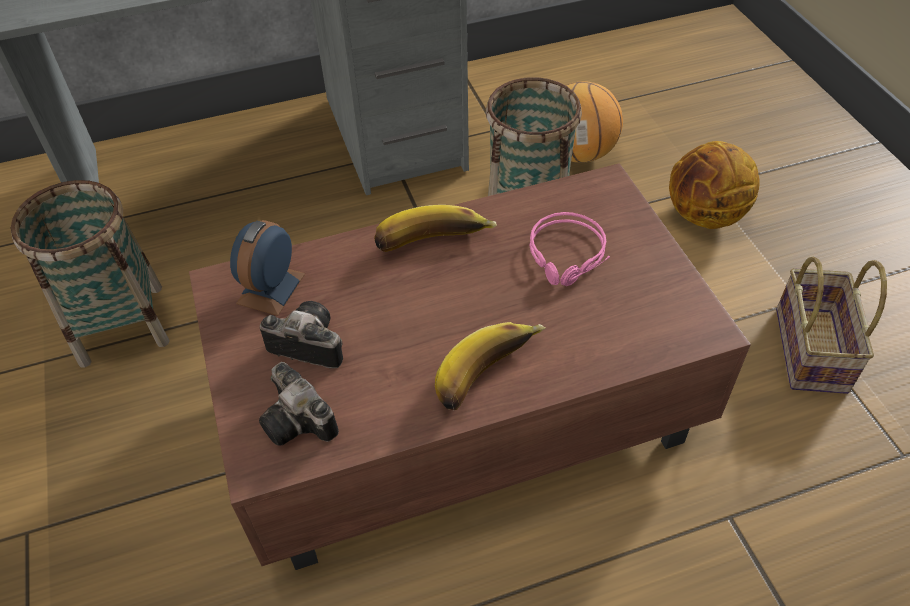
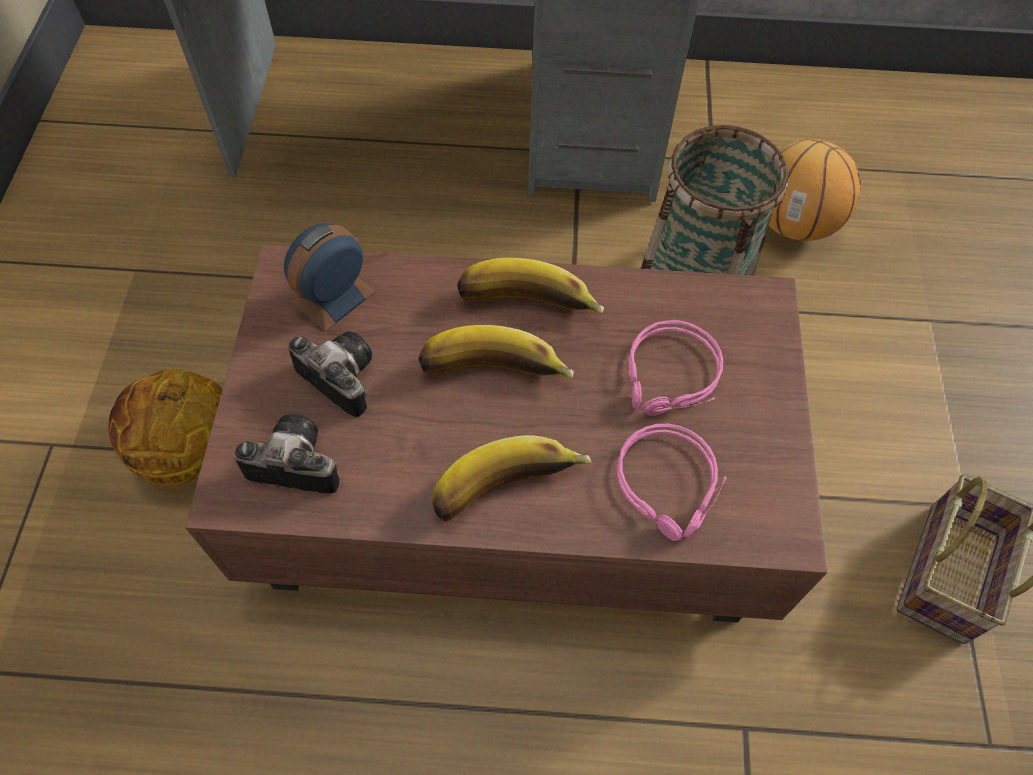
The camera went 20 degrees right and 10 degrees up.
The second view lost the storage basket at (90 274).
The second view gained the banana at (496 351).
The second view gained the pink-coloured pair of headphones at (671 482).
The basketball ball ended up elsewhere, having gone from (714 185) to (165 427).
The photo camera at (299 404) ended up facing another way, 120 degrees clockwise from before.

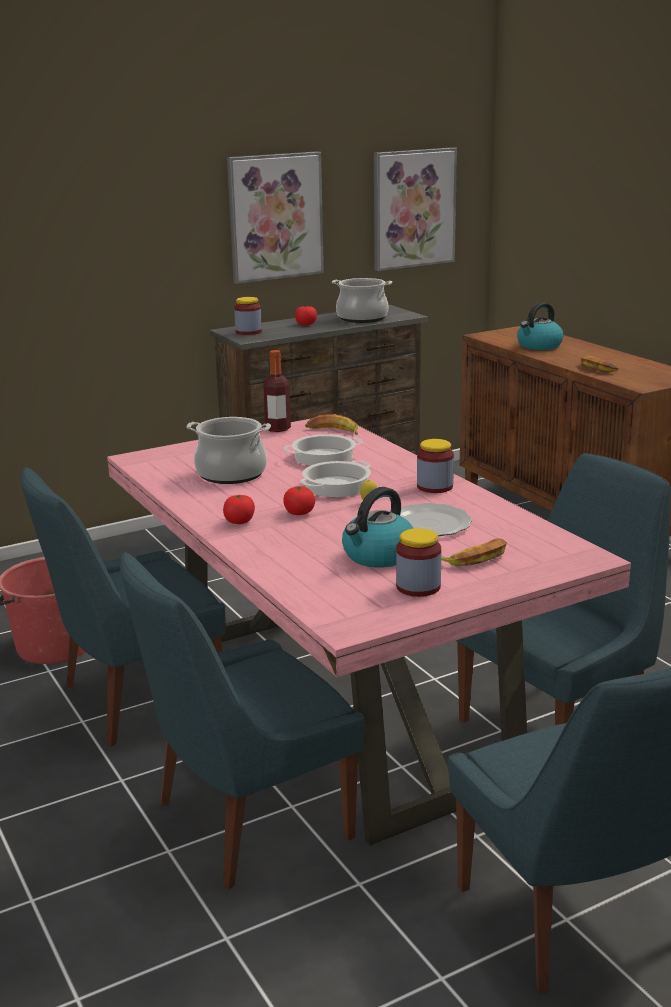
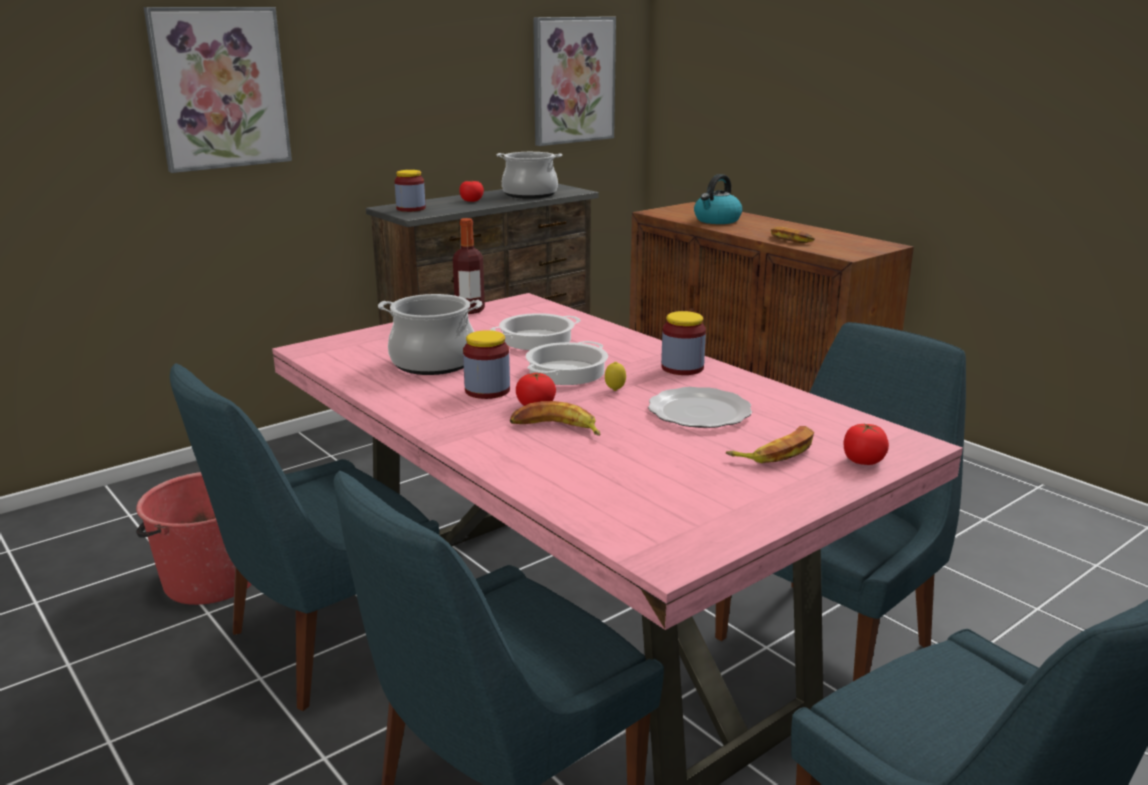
The camera went 10 degrees left and 0 degrees up.
The second view lost the water kettle at (378 527).
The tomato ended up elsewhere, having gone from (239 509) to (866 444).
The wall picture ended up elsewhere, having gone from (275 217) to (218 90).
The banana ended up elsewhere, having gone from (331 424) to (555 418).
The preserve jar ended up elsewhere, having gone from (418 562) to (486 364).

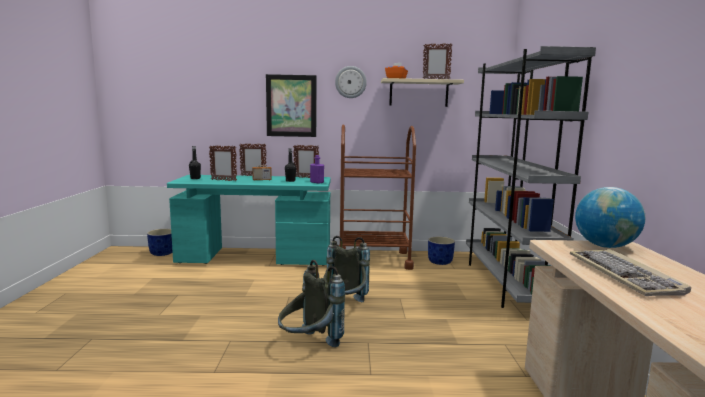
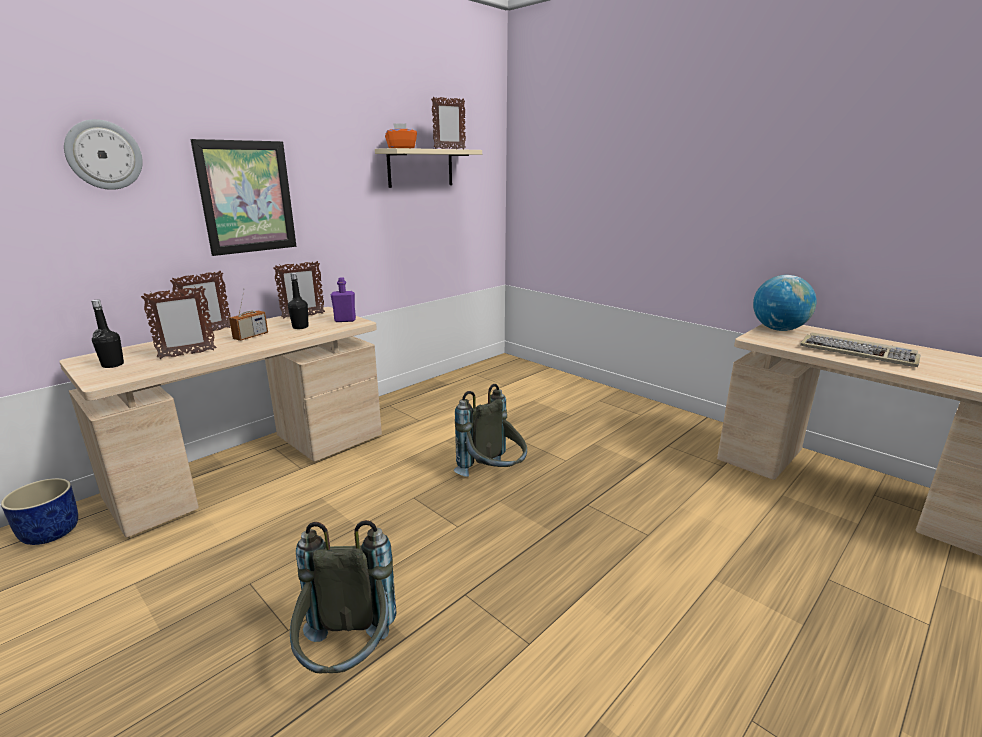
The camera went 45 degrees left and 10 degrees up.
The second view lost the brown-coloured cart at (377 197).
The second view lost the blue flower pot at (441 251).
The second view lost the grey shelving unit at (531 177).
The grey knapsack ended up elsewhere, having gone from (311 303) to (343 596).
The wall clock ended up elsewhere, having gone from (351 82) to (103 154).
What was the turquoise desk at (249 220) turned into the beige desk at (220 422).

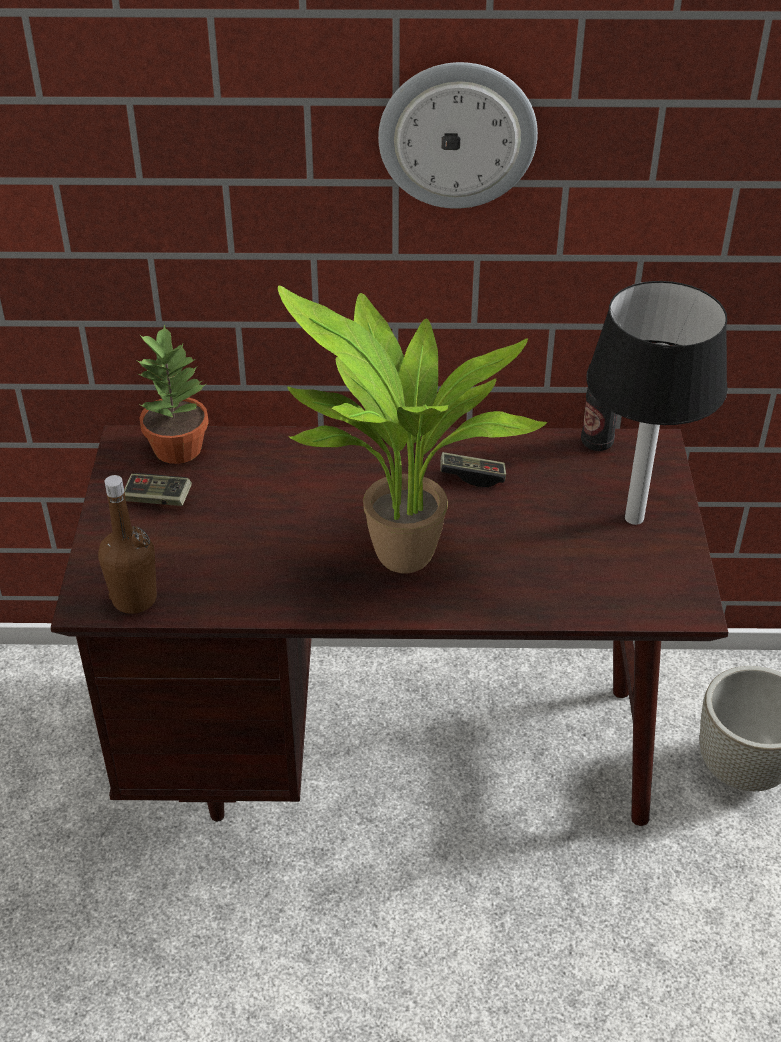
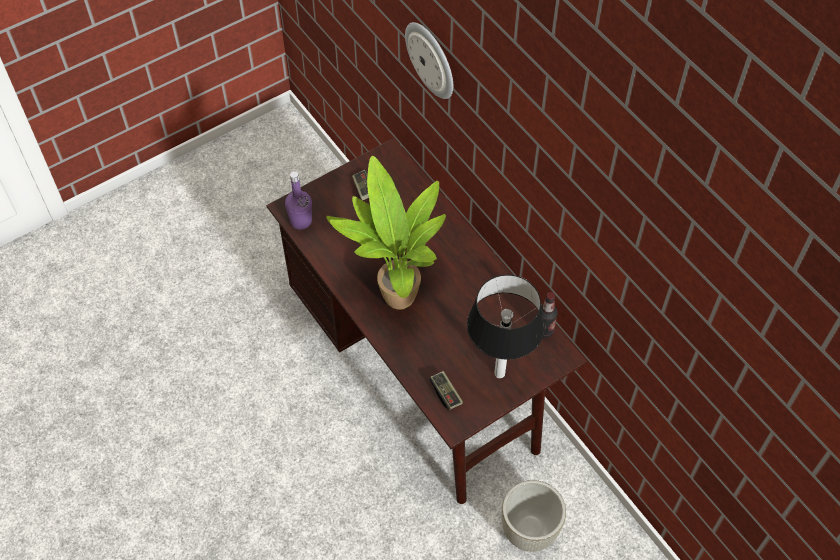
The camera went 55 degrees right and 15 degrees up.
The second view lost the plant in a pot at (173 394).
The wall clock ended up elsewhere, having gone from (458 135) to (429 60).
The gamepad ended up elsewhere, having gone from (473 469) to (446 390).
What was the brown-coloured beverage bottle at (127 544) turned into the purple-coloured beverage bottle at (298 200).

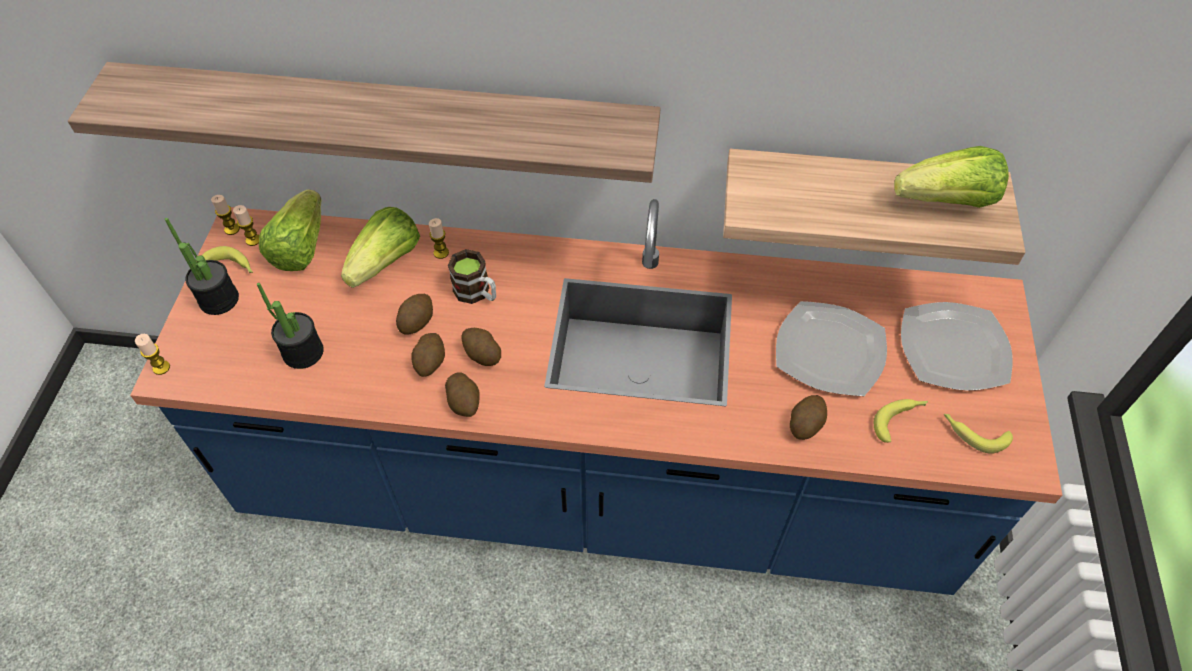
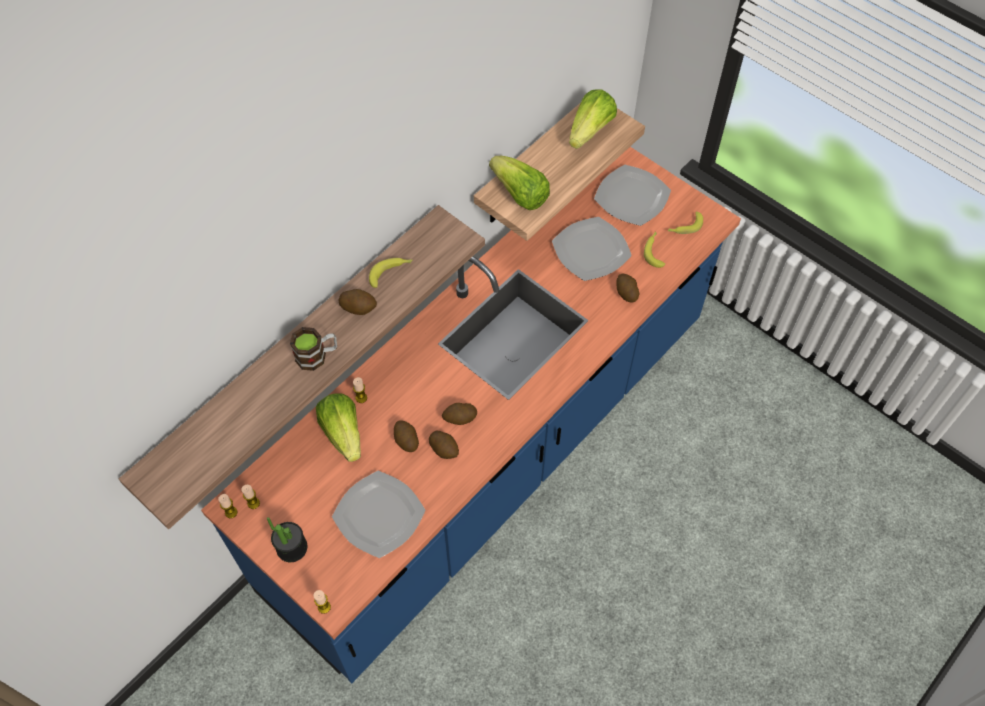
The camera went 55 degrees left and 5 degrees up.
The banana ended up elsewhere, having gone from (227 260) to (390 273).
The head of lettuce ended up elsewhere, having gone from (290 230) to (519 183).
The whole potato ended up elsewhere, having gone from (462 395) to (358 302).
The mug ended up elsewhere, having gone from (472 276) to (313 349).
Where the plant in a pot stood at (290 326), the plate came to stand at (379 514).

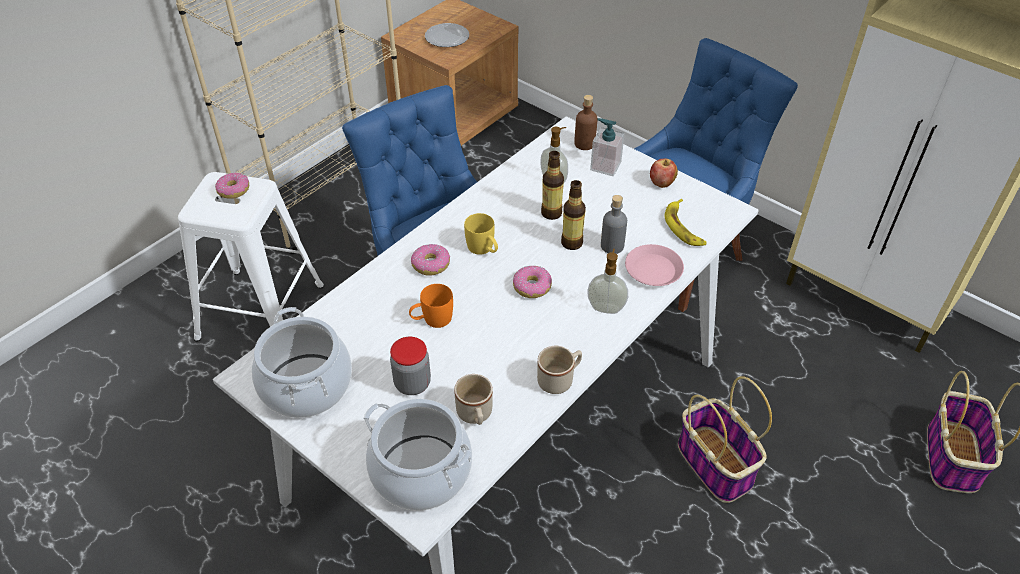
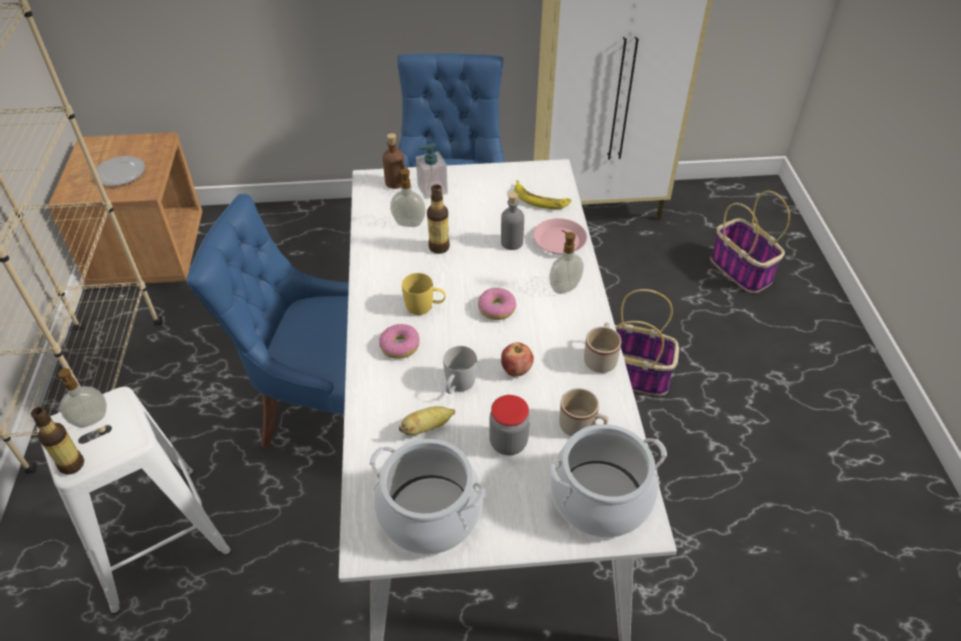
The camera went 45 degrees left and 0 degrees up.
The second view gained the banana at (427 420).
The beverage bottle ended up elsewhere, having gone from (573 215) to (57 441).
The apple fruit ended up elsewhere, having gone from (664 173) to (517 359).
Where the doughnut stood at (232 185), the soap bottle came to stand at (82 398).
What was the orange-coloured mug at (431 306) turned into the whitish mug at (460 370).

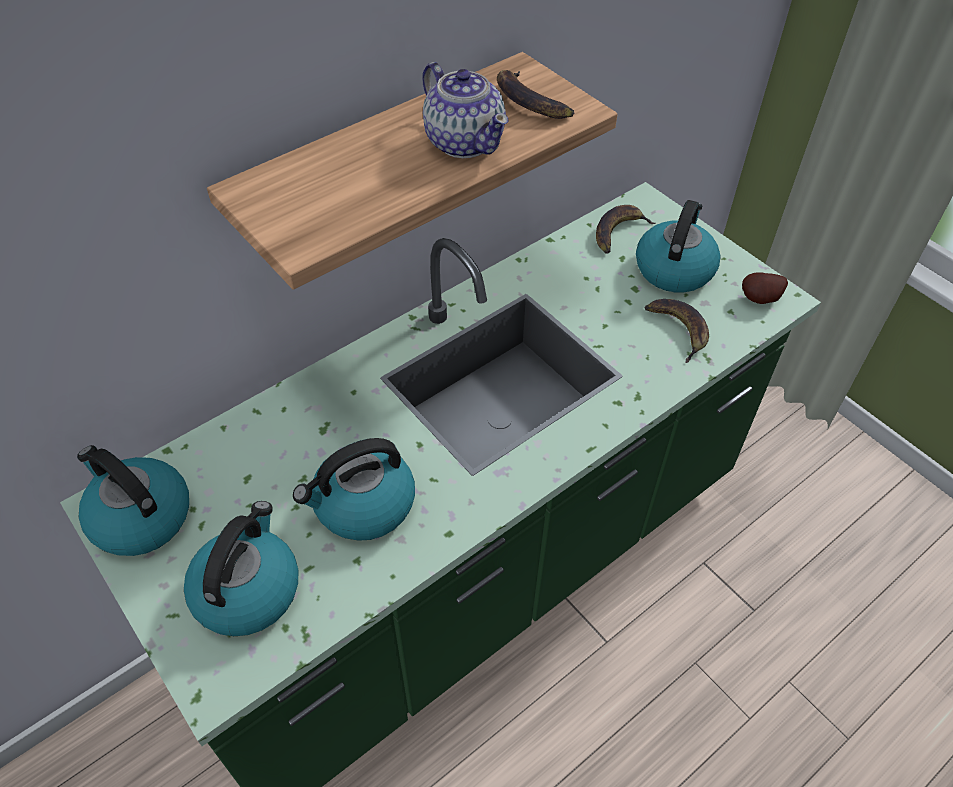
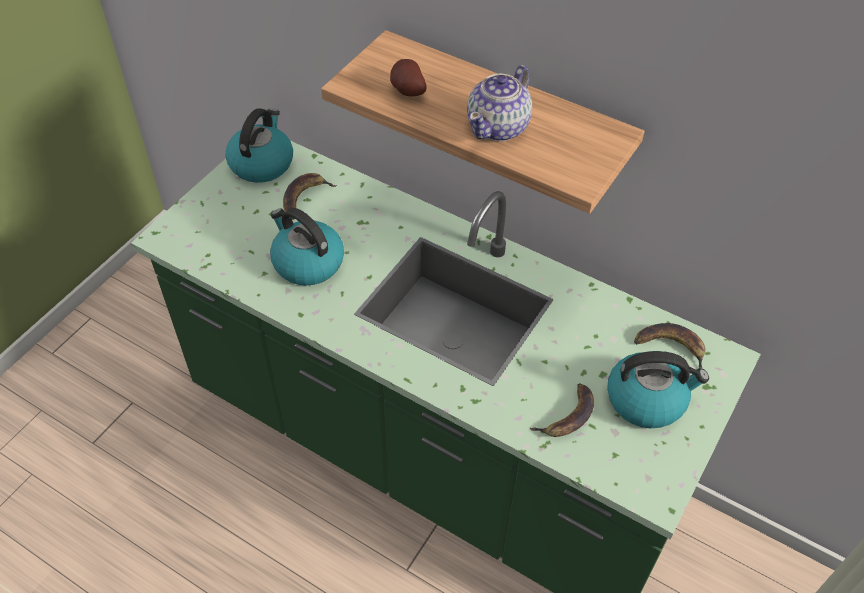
The camera went 70 degrees right and 0 degrees up.
The second view lost the water kettle at (241 568).
The banana ended up elsewhere, having gone from (535 94) to (310 196).
The whole potato ended up elsewhere, having gone from (765 288) to (408 77).

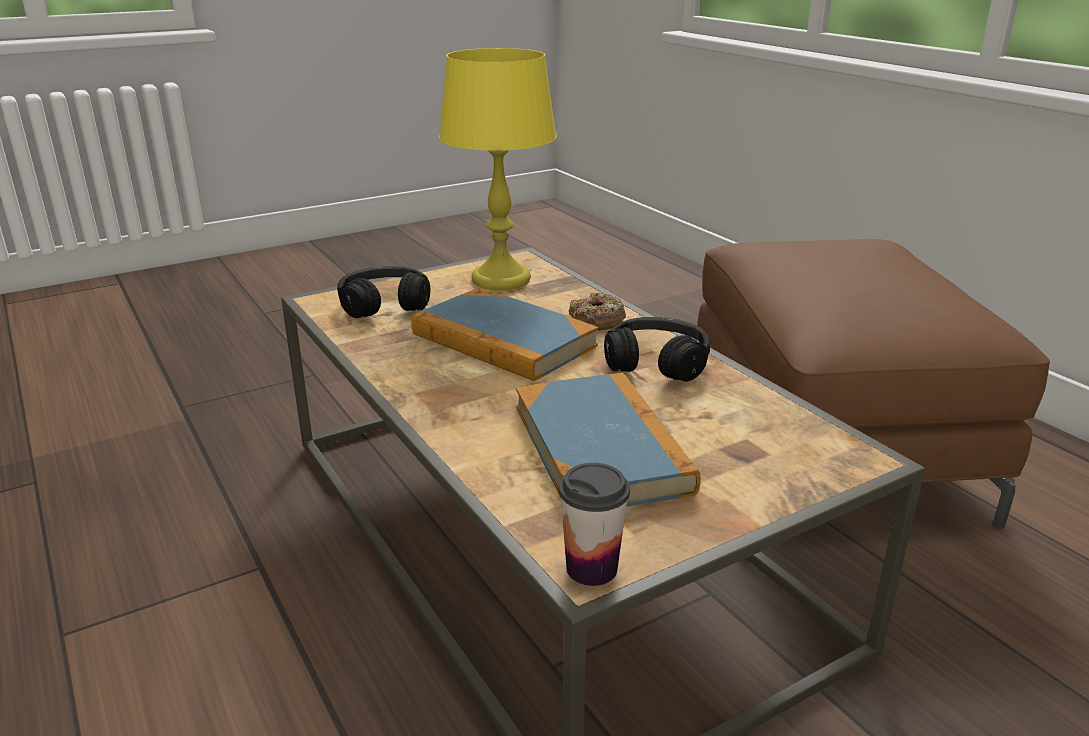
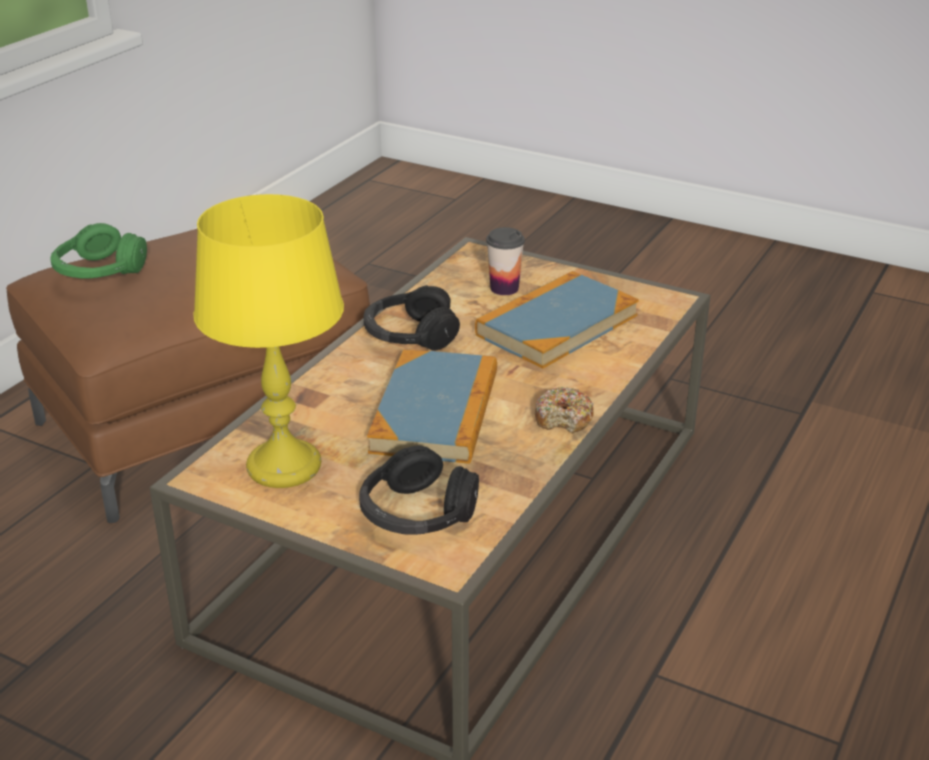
The camera went 120 degrees left and 5 degrees up.
The second view gained the green-coloured pair of headphones at (98 251).
The cup ended up elsewhere, having gone from (594 524) to (505 261).
The doughnut ended up elsewhere, having gone from (597 311) to (564 410).

